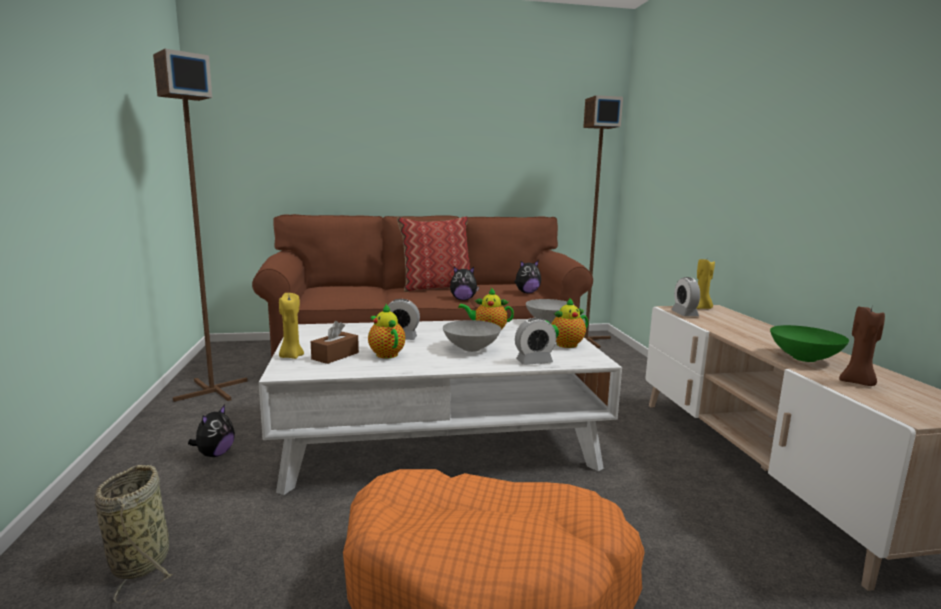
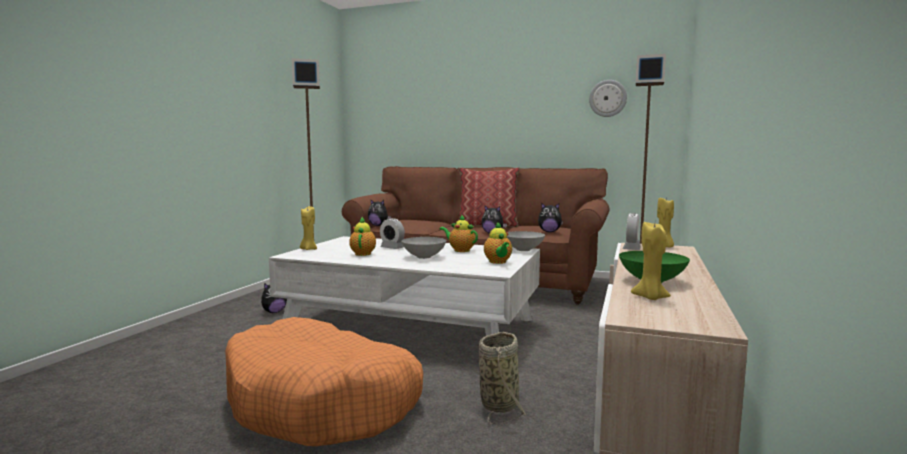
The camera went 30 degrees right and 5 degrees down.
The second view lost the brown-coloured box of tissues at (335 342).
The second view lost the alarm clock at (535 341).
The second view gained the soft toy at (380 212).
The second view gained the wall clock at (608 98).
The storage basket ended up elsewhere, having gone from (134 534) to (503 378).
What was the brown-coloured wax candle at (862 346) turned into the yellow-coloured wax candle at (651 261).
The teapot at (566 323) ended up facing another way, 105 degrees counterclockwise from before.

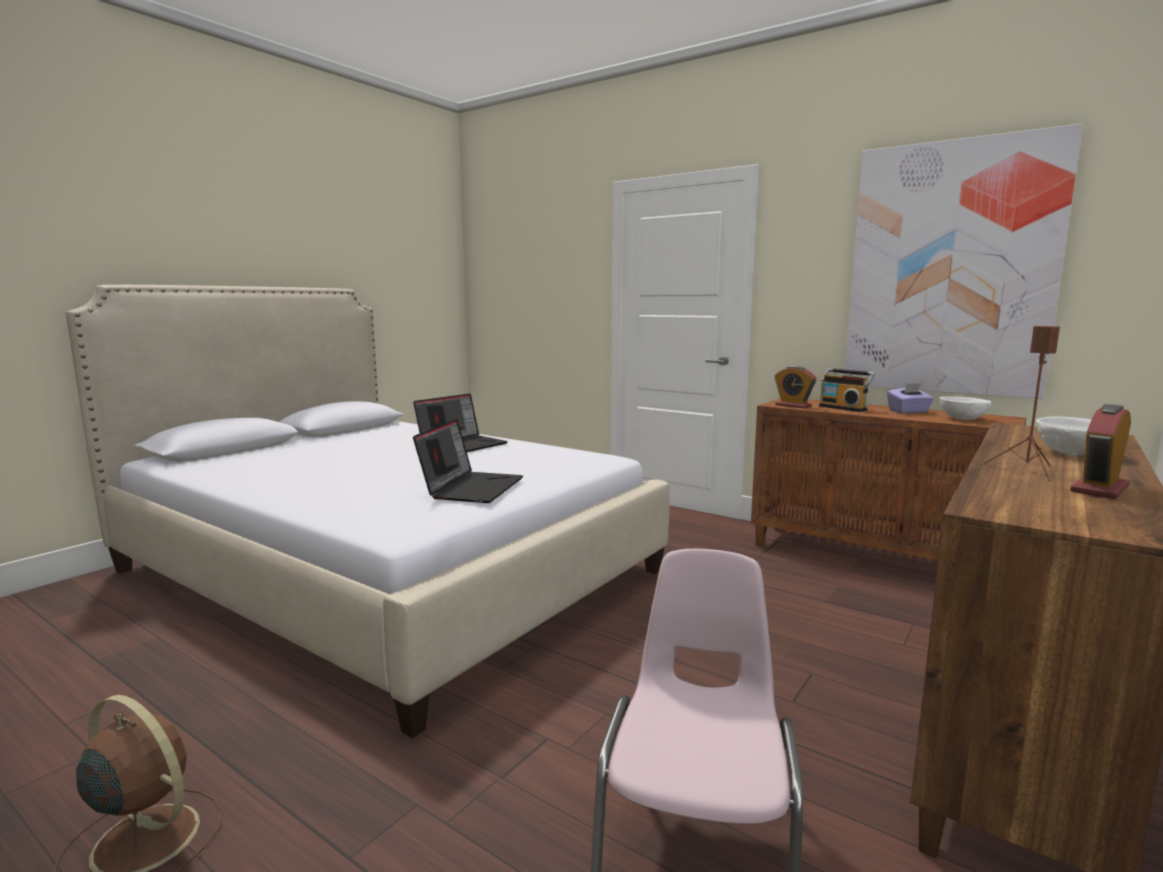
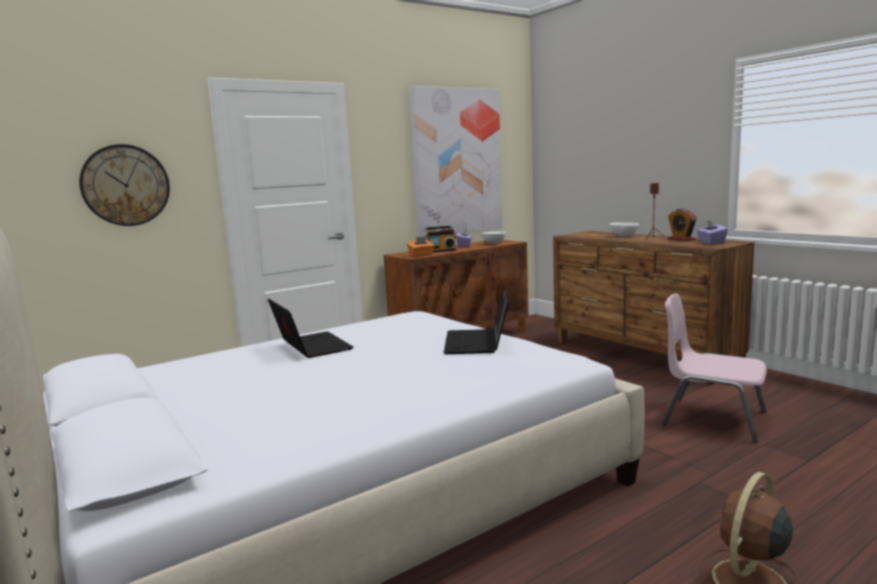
The camera went 70 degrees left and 0 degrees up.
The second view gained the wall clock at (124 185).
The second view gained the purple-coloured box of tissues at (712 232).
Where the alarm clock stood at (795 387), the orange-coloured box of tissues came to stand at (421 247).
The notebook computer at (468 461) ended up facing another way, 120 degrees counterclockwise from before.

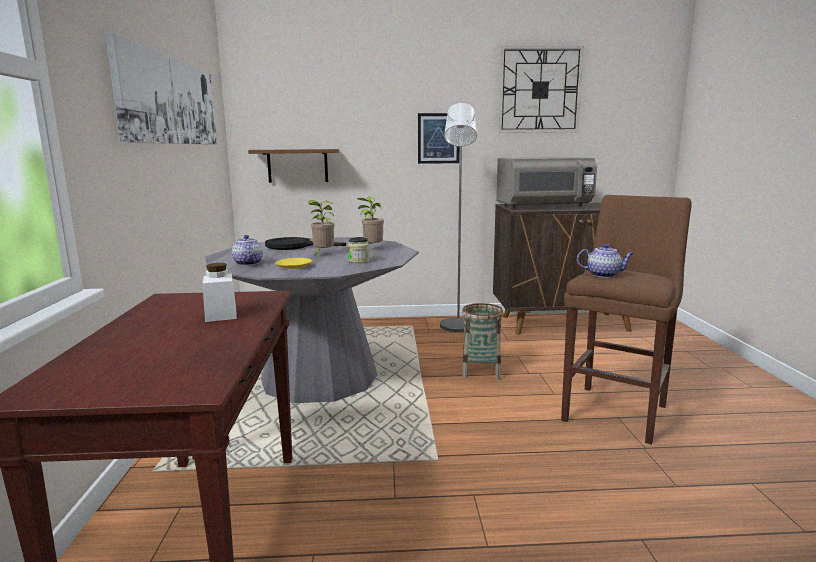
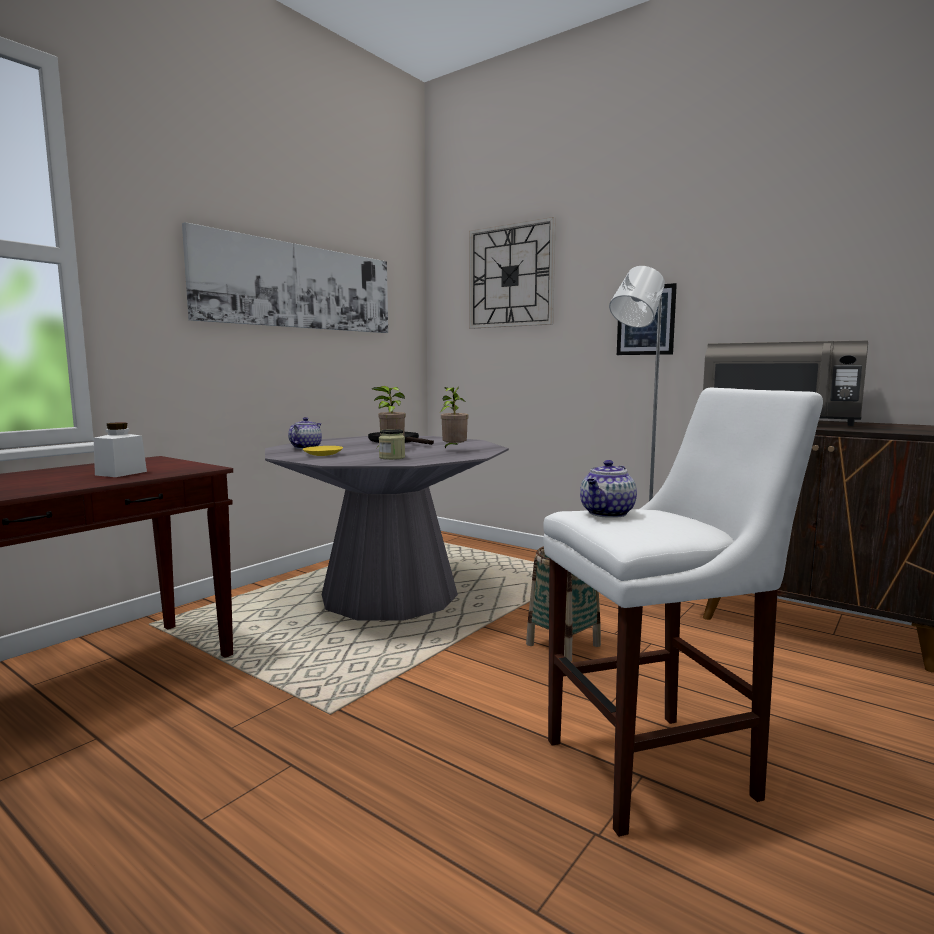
The camera went 40 degrees right and 5 degrees down.
The second view lost the brown-coloured bracket shelf at (293 166).
The wall clock ended up elsewhere, having gone from (541 89) to (512 273).
What was the brown-coloured stool seat at (626 320) turned into the whitish stool seat at (683 612).
The teapot at (605 261) ended up facing another way, 75 degrees clockwise from before.

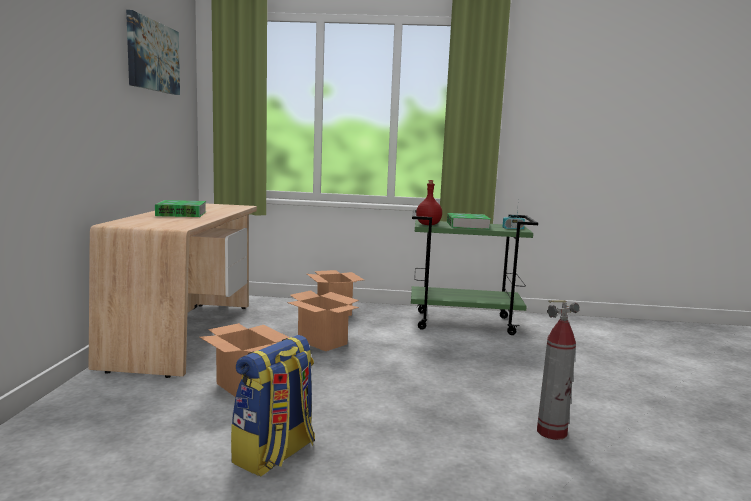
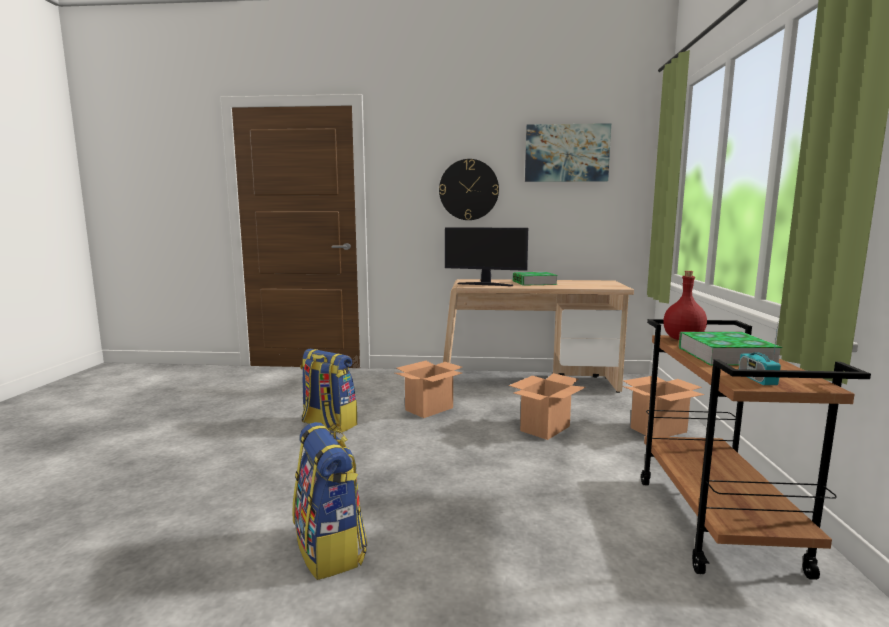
The camera went 90 degrees right and 0 degrees up.
The second view gained the wall clock at (469 189).
The second view gained the computer screen at (486 256).
Where the fire extinguisher stood at (558 370), the knapsack came to stand at (330 501).
What was the green-coloured cart at (474 272) turned into the brown-coloured cart at (756 449).

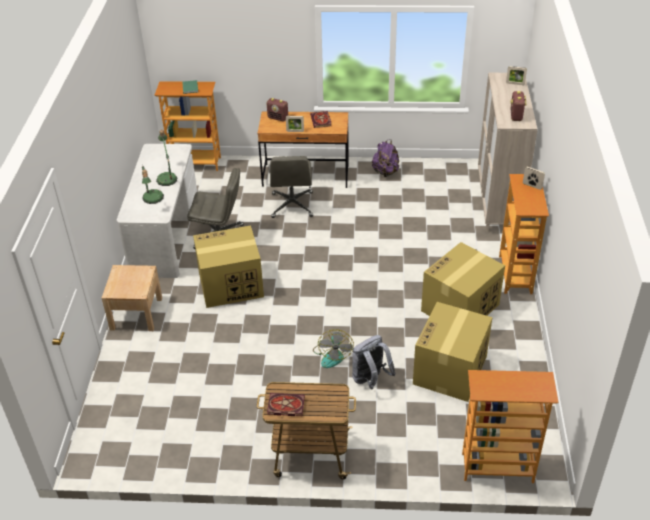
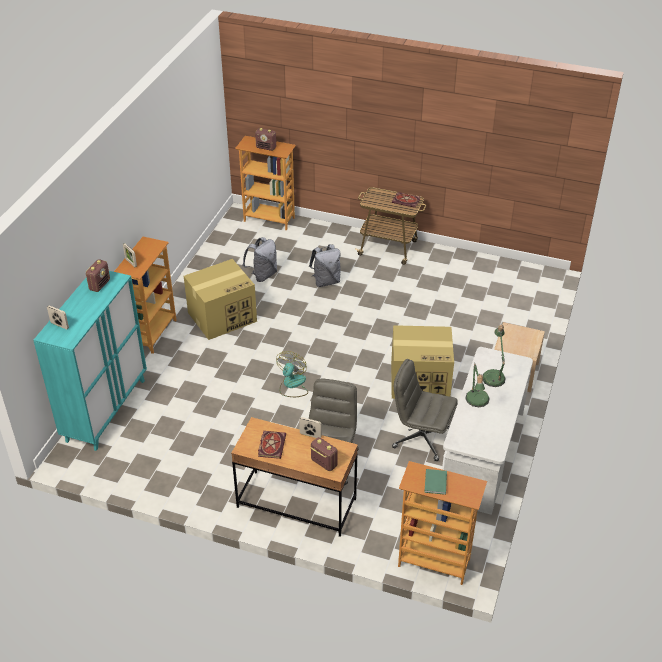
The camera went 165 degrees left and 0 degrees up.
The second view lost the purple-coloured knapsack at (385 158).
The second view gained the radio set at (265 139).
The fan ended up elsewhere, having gone from (333 348) to (292 374).
Where the carton stood at (453 352), the grey knapsack came to stand at (259 259).
What was the beige cabinet at (507 152) turned into the turquoise cabinet at (90 361).

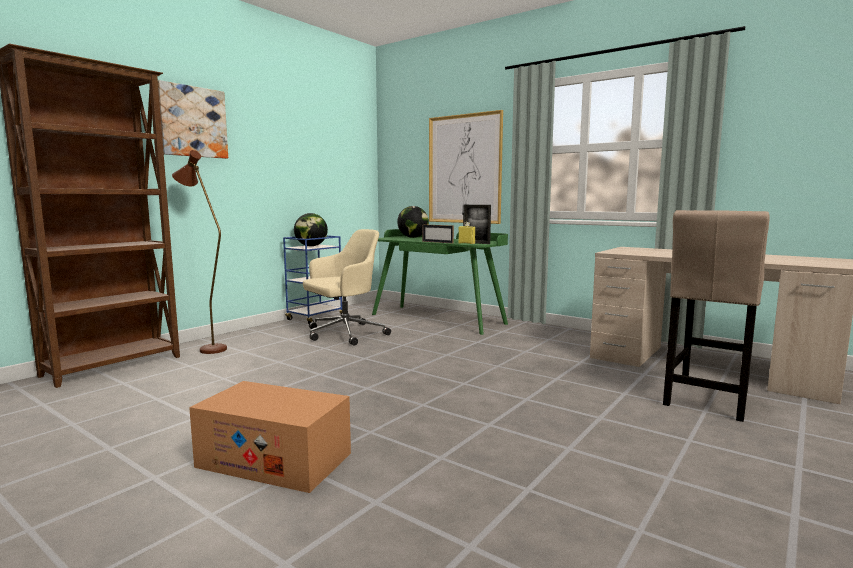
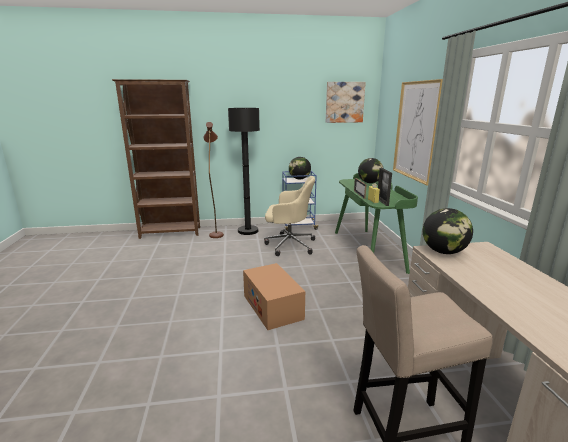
The camera went 45 degrees right and 10 degrees up.
The second view gained the black-coloured floor lamp at (244 171).
The second view gained the world globe at (448 231).
The wall picture ended up elsewhere, having gone from (193 119) to (346 102).
The carton ended up elsewhere, having gone from (270 437) to (274 296).

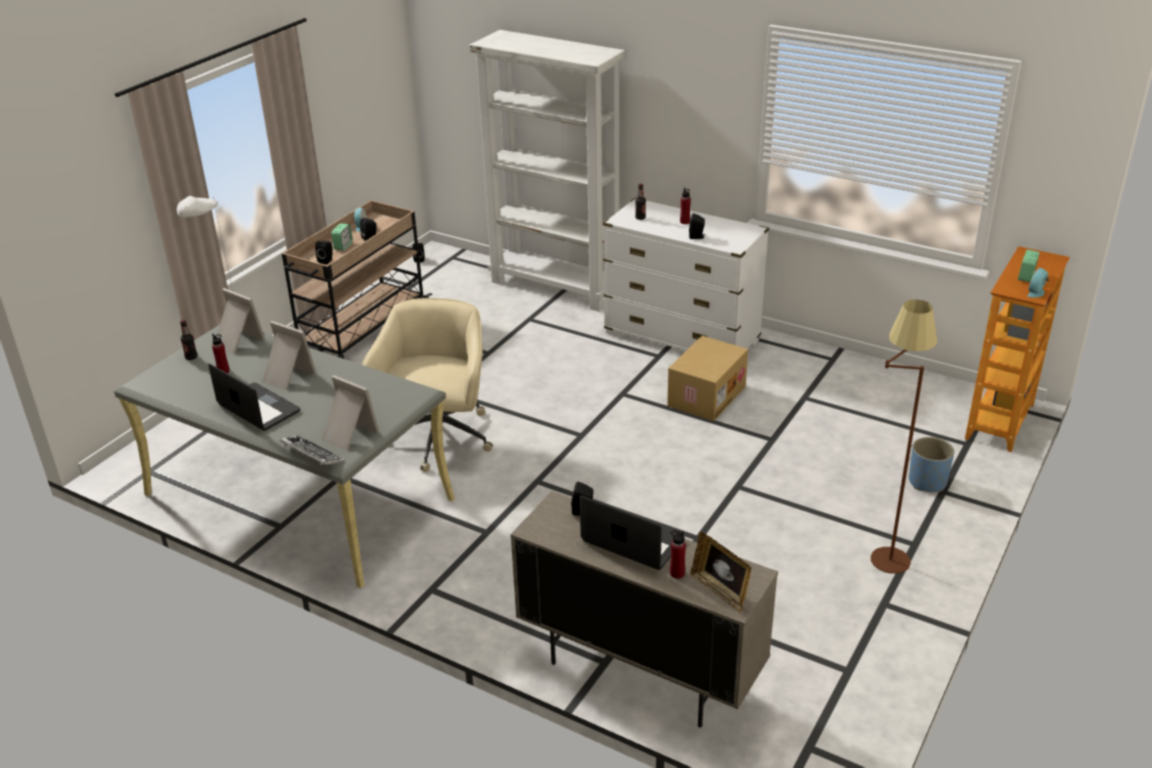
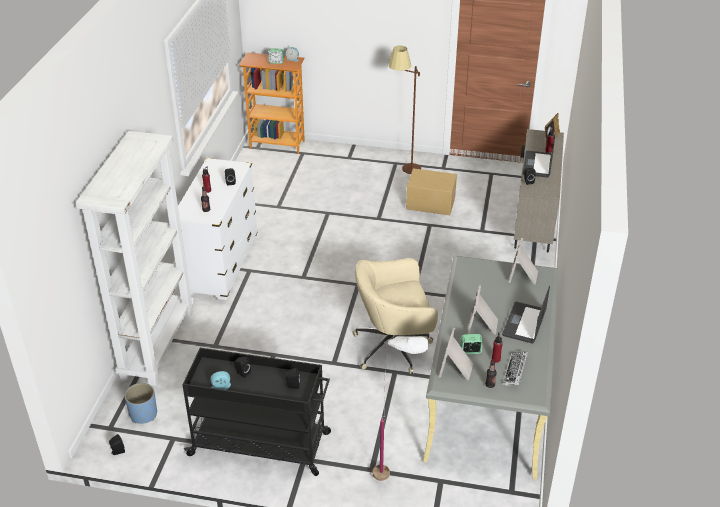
The camera went 110 degrees left and 5 degrees up.
The keyboard ended up elsewhere, having gone from (312 450) to (515 369).
The alarm clock ended up elsewhere, having gone from (342 236) to (471 344).
The carton ended up elsewhere, having gone from (707 378) to (431 191).
The blue flower pot ended up elsewhere, having gone from (931 464) to (140 403).
What was the beige cart at (357 279) turned into the black-coloured cart at (256 412).

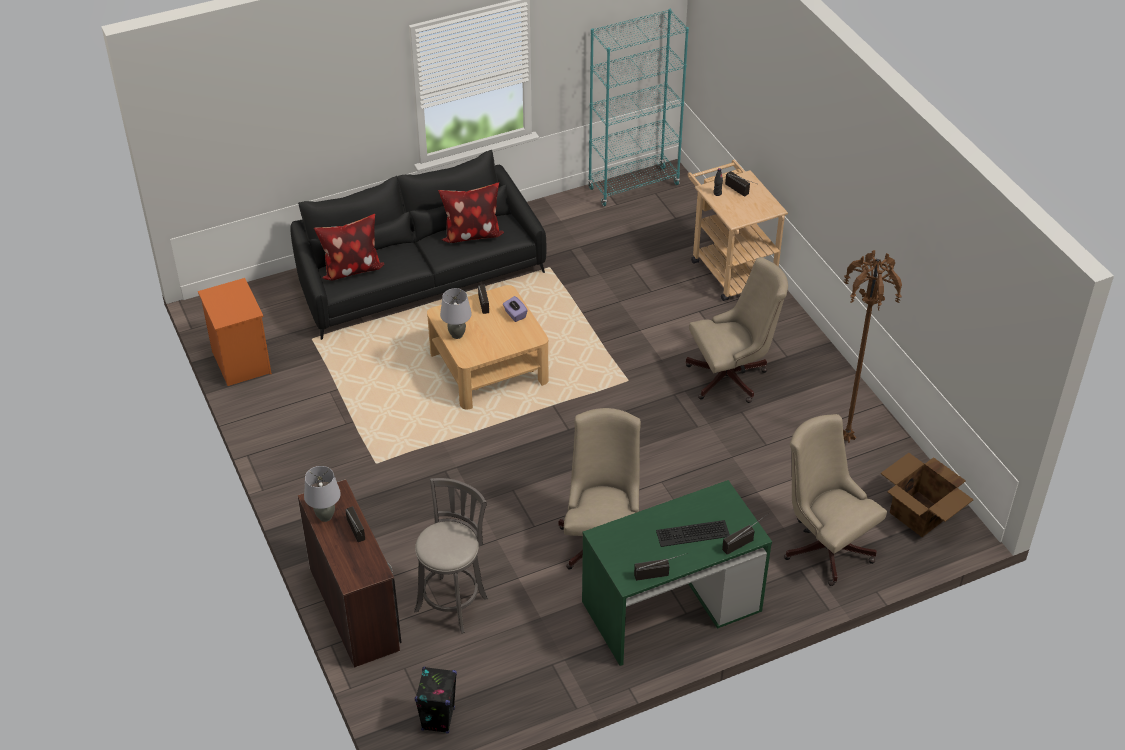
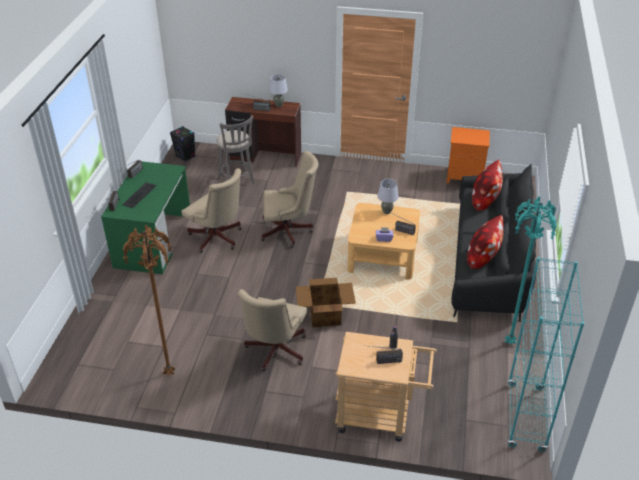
The camera went 125 degrees right and 5 degrees down.
The second view gained the turquoise floor lamp at (531 271).
The beige computer chair ended up elsewhere, having gone from (835 500) to (289 199).
The carton ended up elsewhere, having gone from (927 495) to (326 302).

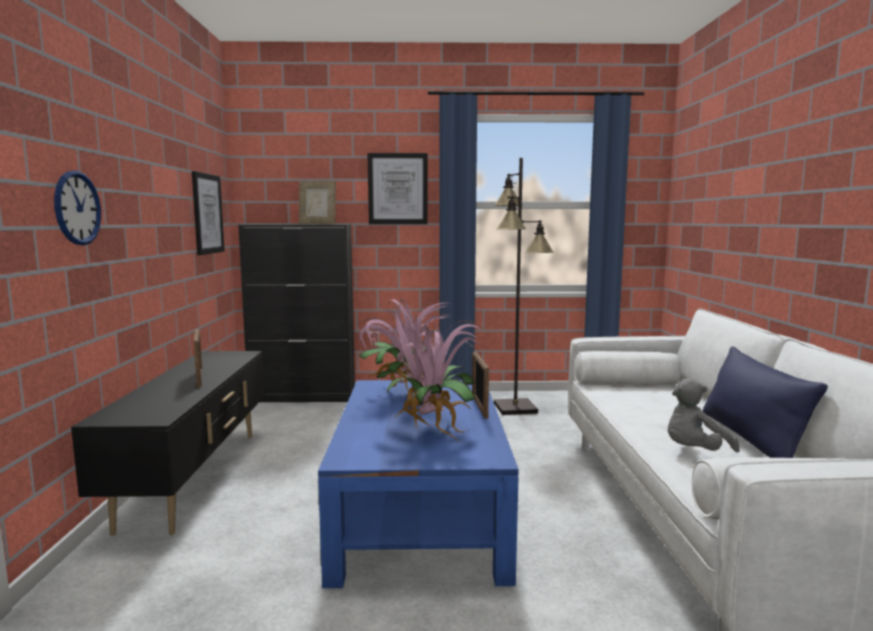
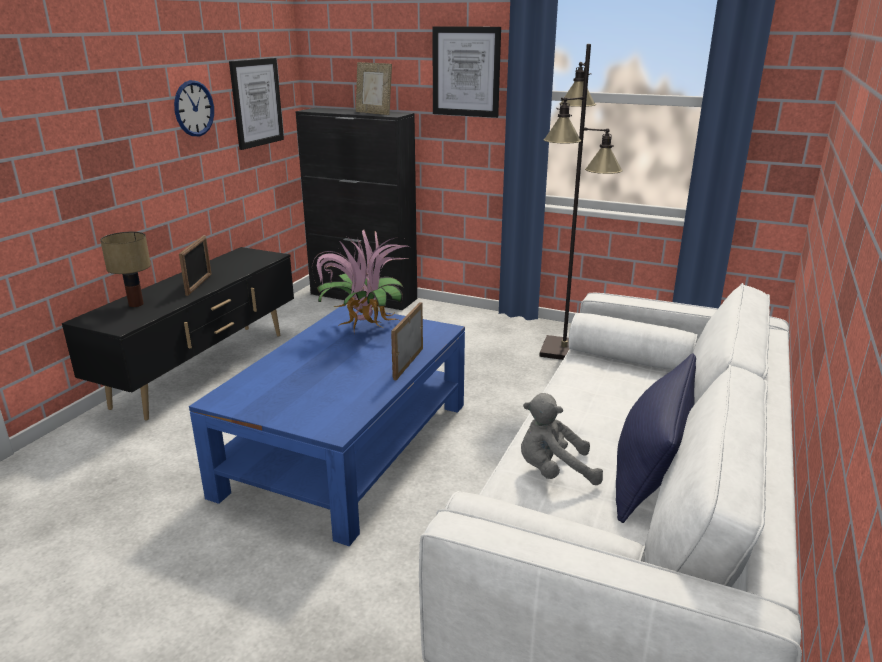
The camera went 25 degrees right and 15 degrees up.
The second view lost the plant in a pot at (431 376).
The second view gained the tabletop lamp at (125 269).
The wall clock ended up elsewhere, having gone from (77 208) to (194 108).

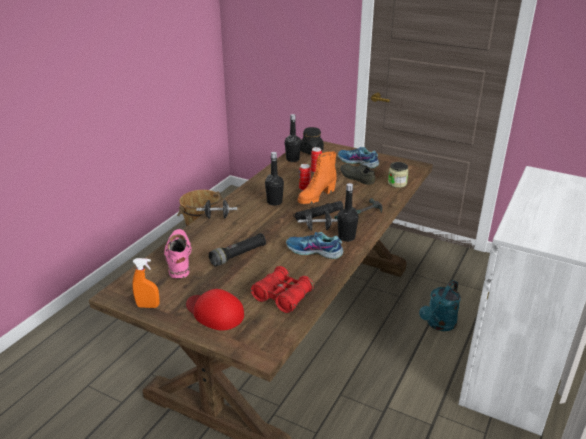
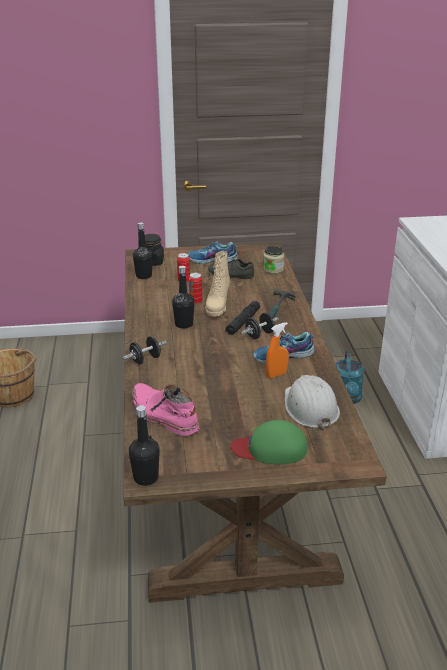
The camera went 35 degrees left and 0 degrees up.
The second view lost the black-coloured flashlight at (237 250).
The orange-coloured sprayer ended up elsewhere, having gone from (146 283) to (277 350).
The black-coloured beverage bottle ended up elsewhere, having gone from (348 212) to (144 445).
Where the reddish pair of binoculars stood at (282 289), the whitish work helmet came to stand at (312 402).
What was the reddish baseball cap at (215 309) turned into the green-coloured baseball cap at (268 442).
What was the orange-coloured high-top boot at (317 178) turned into the beige high-top boot at (217 284).

